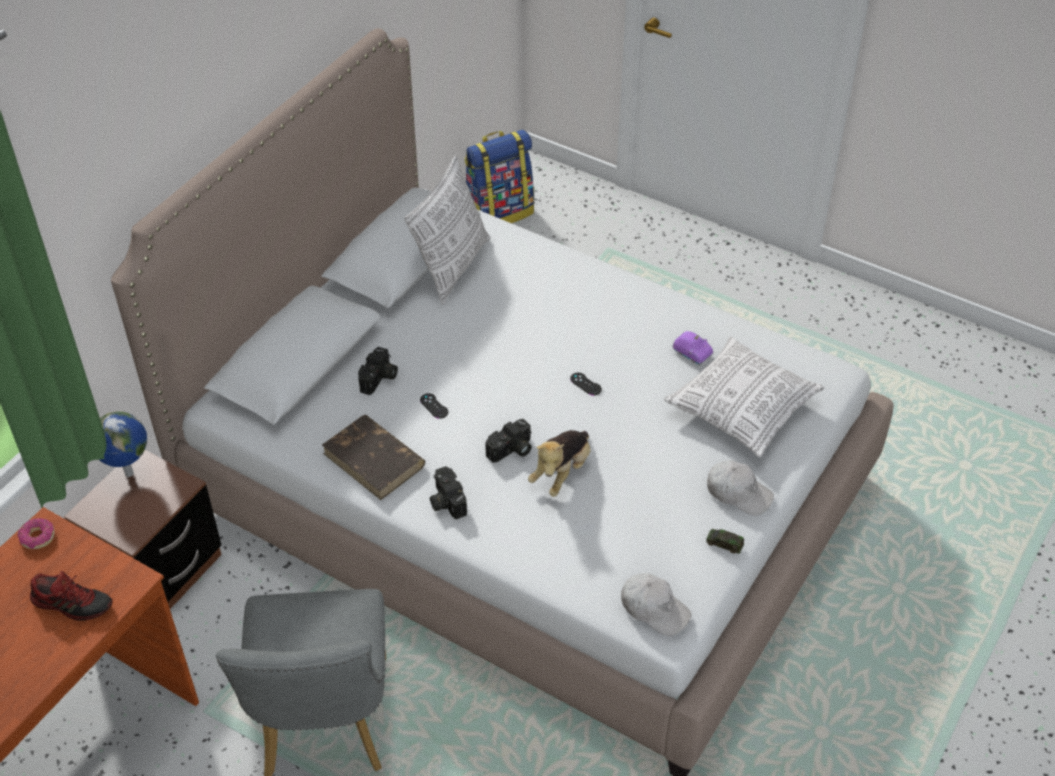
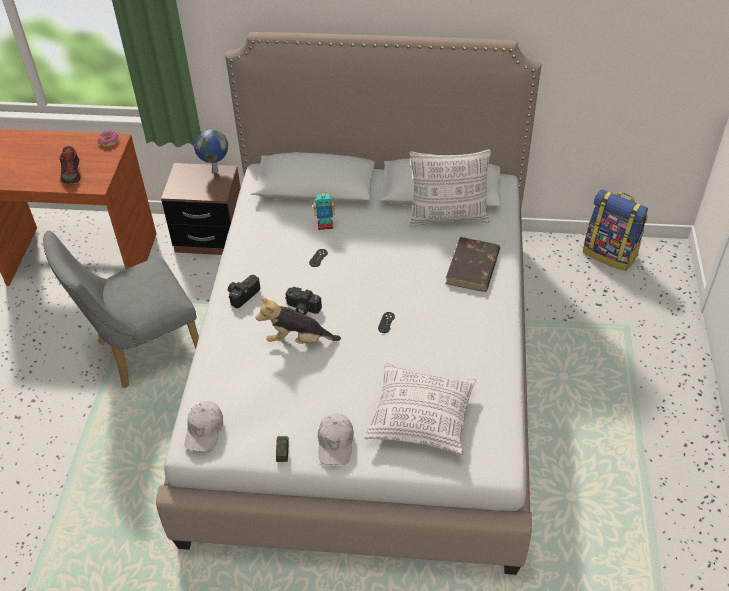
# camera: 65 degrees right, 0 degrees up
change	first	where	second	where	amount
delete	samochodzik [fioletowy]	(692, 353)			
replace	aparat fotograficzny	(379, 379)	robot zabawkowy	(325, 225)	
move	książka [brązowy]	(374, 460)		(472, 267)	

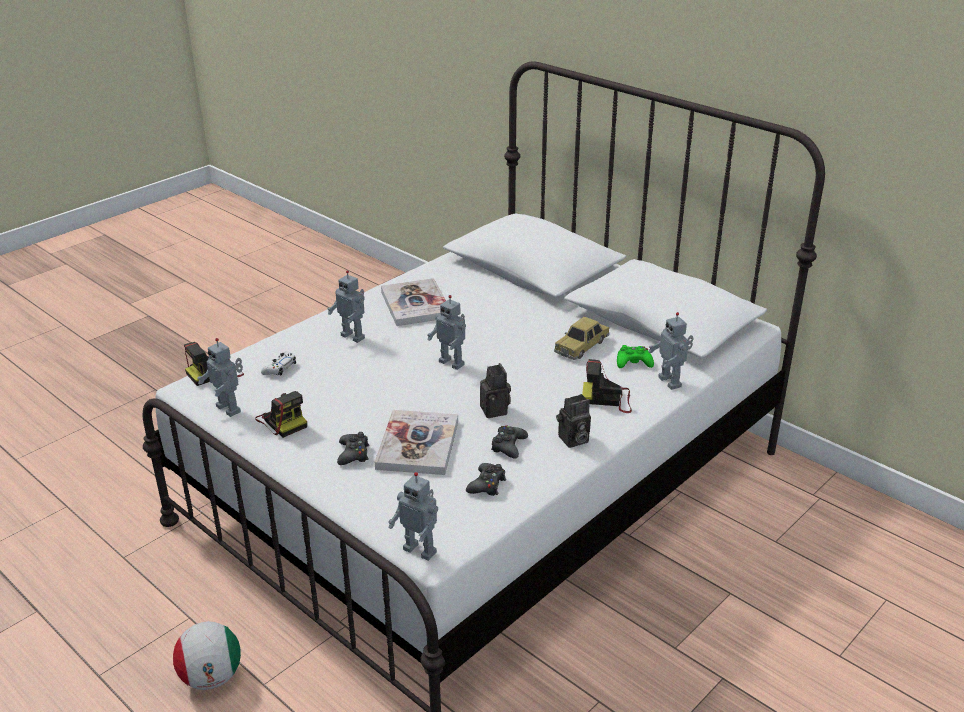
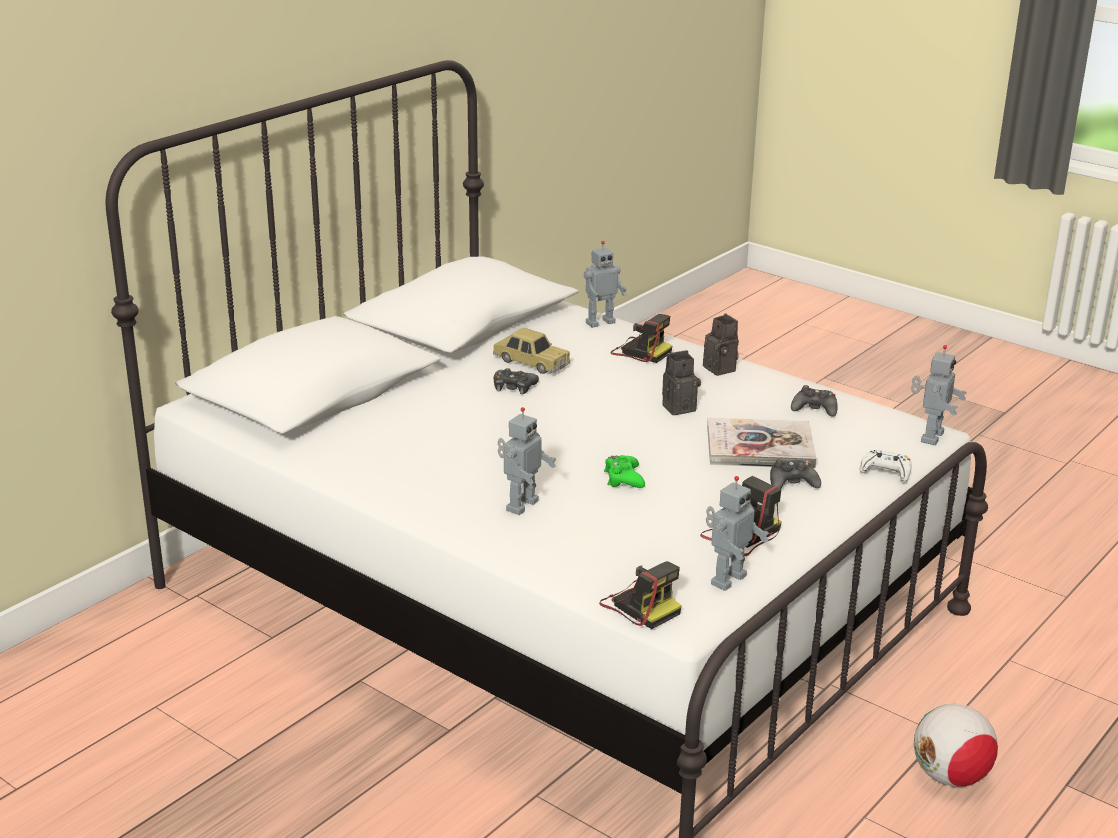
# camera: 95 degrees left, 5 degrees down
change	first	where	second	where	amount
delete	książka	(415, 304)			
delete	robot zabawkowy	(452, 363)			
move	pad do gier [zielony]	(633, 362)		(623, 478)	
move	pad do gier [biały]	(280, 368)		(885, 471)	
rotate	aparat fotograficzny	(608, 399)		(640, 351)	60 degrees counterclockwise
move	pad do gier [czarny]	(508, 446)		(514, 387)	

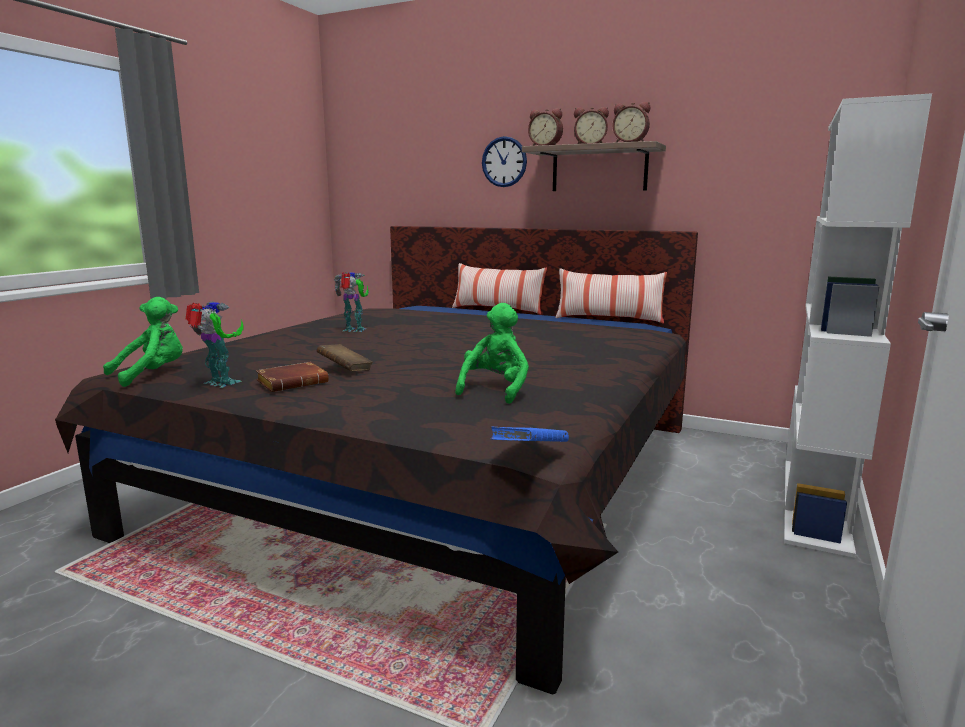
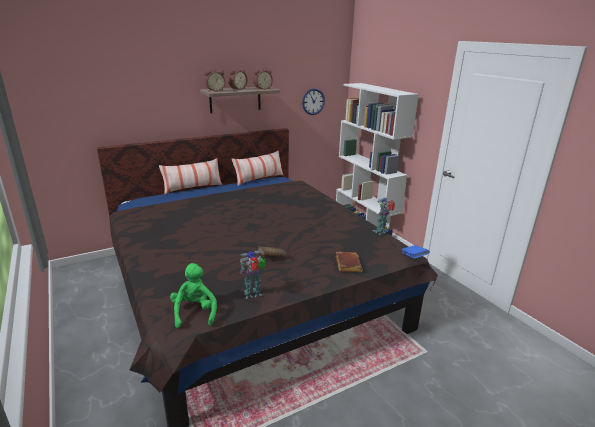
# camera: 55 degrees left, 10 degrees up
change	first	where	second	where	amount
move	zegar ścienny	(504, 162)		(313, 101)	
move	robot zabawkowy	(354, 330)		(381, 231)	
delete	pluszak [zielony]	(495, 389)			
move	książka [brązowy]	(293, 382)		(347, 264)	

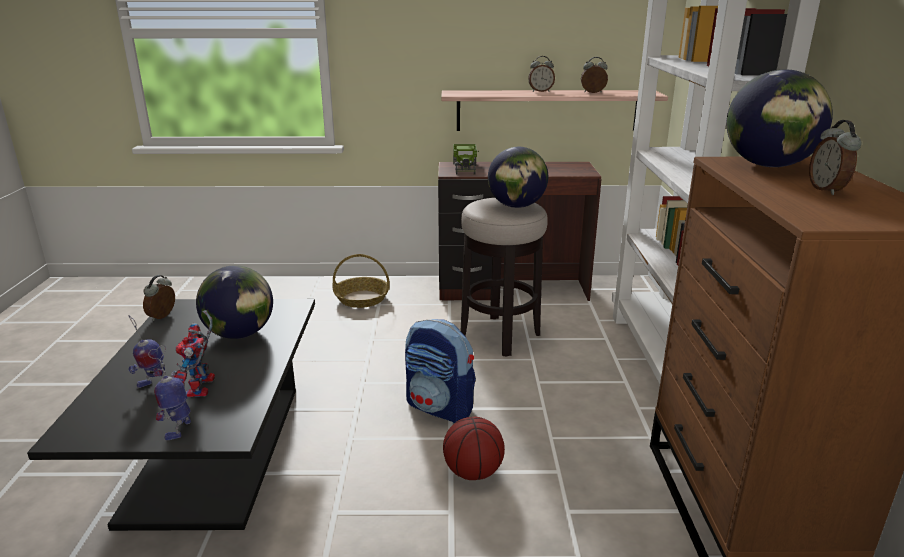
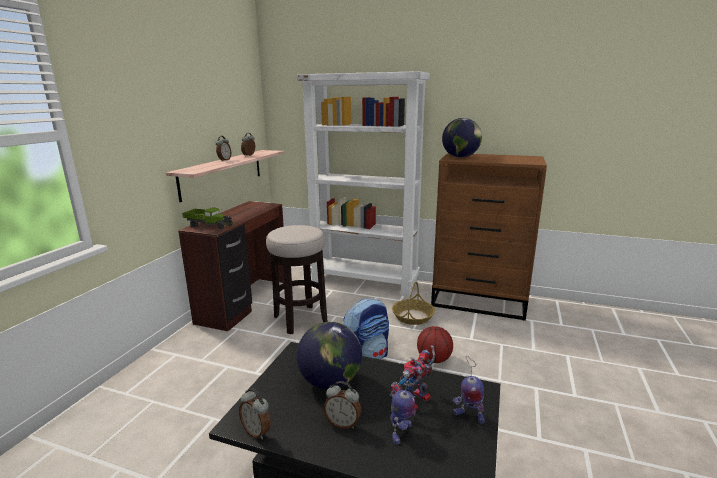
# camera: 70 degrees left, 5 degrees down
change	first	where	second	where	amount
move	budzik	(827, 190)		(343, 423)	
delete	globus	(516, 206)			
move	koszyk	(362, 298)		(412, 316)	
rotate	robot zabawkowy	(202, 389)		(415, 404)	120 degrees clockwise

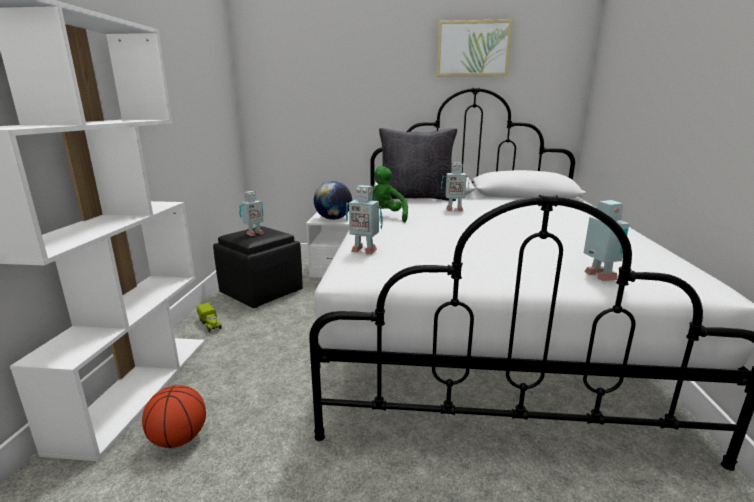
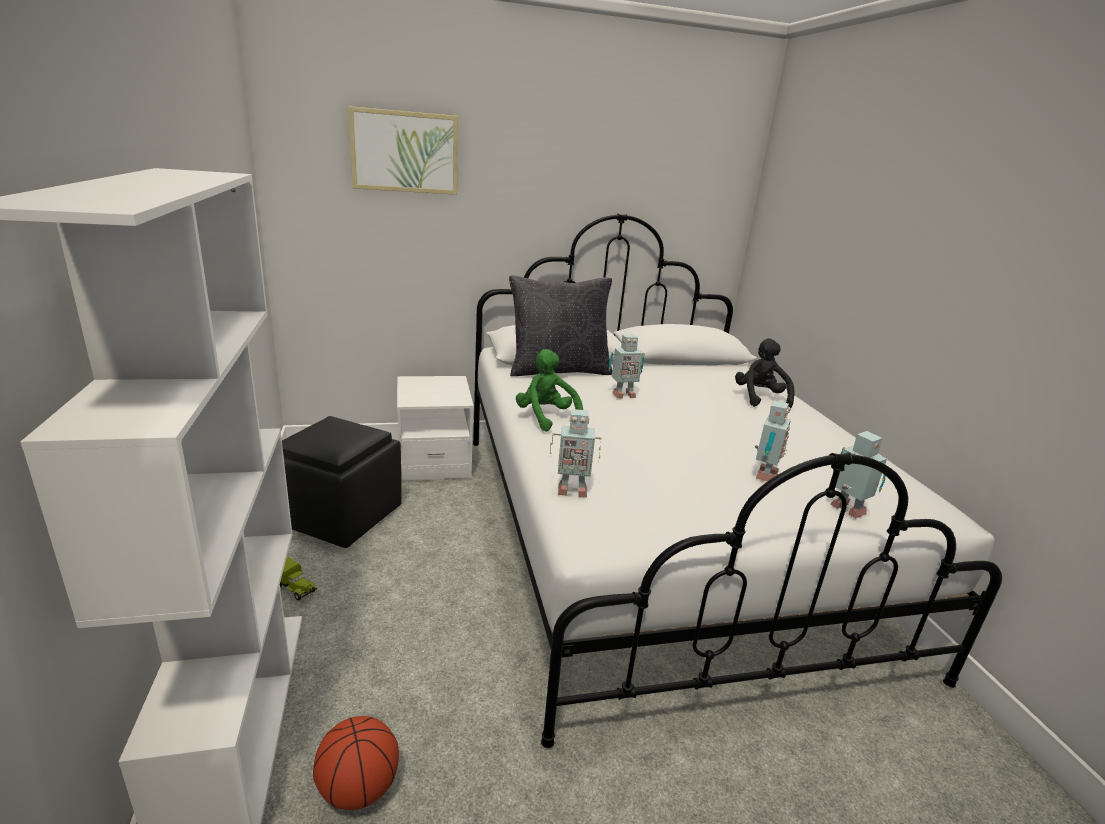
# camera: 20 degrees left, 5 degrees up
change	first	where	second	where	amount
move	obraz	(473, 49)		(405, 152)	
delete	globus	(333, 219)			
move	robot zabawkowy	(253, 234)		(763, 475)	
insert			pluszak [czarny]	(760, 398)	

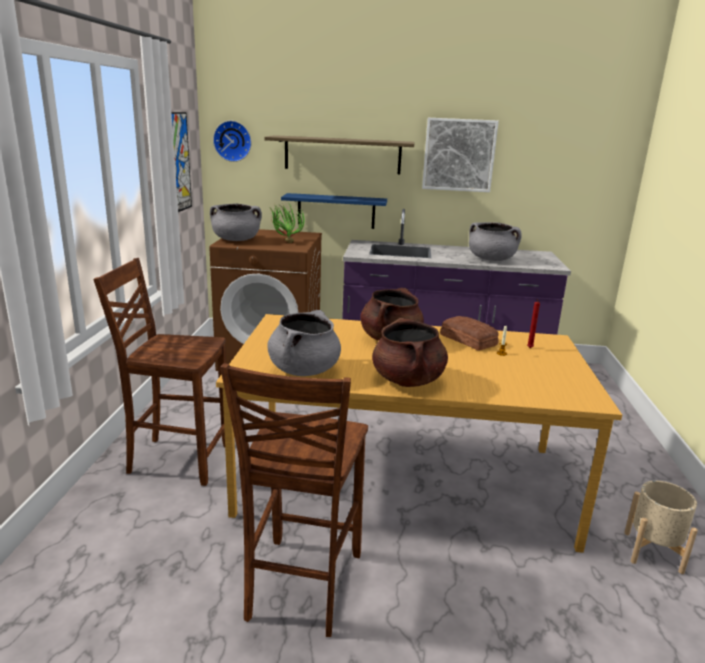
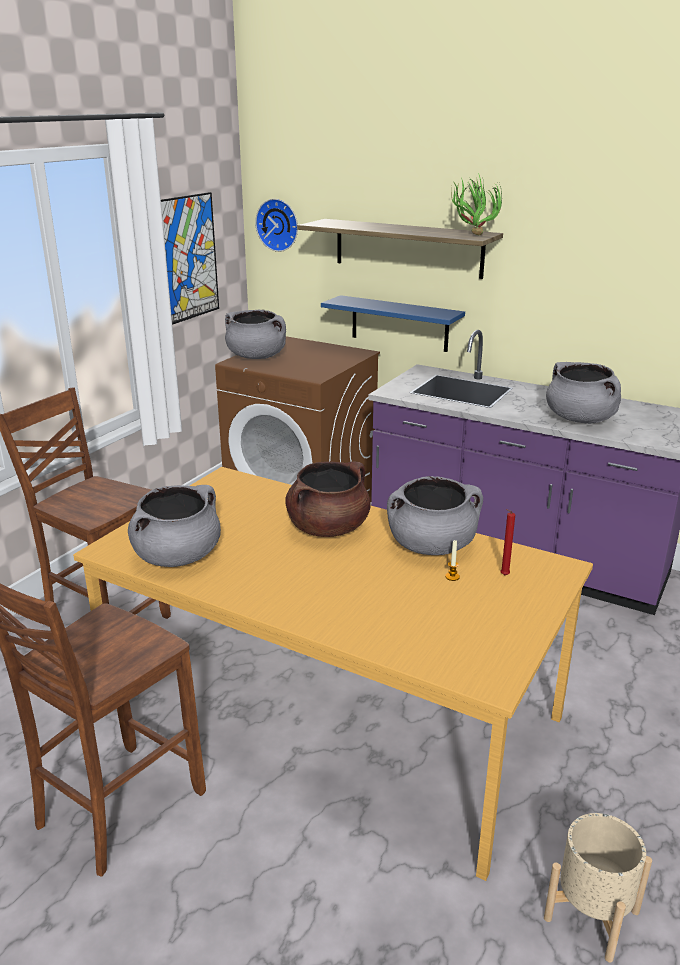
# camera: 25 degrees right, 5 degrees up
change	first	where	second	where	amount
delete	obraz	(459, 155)			
move	roślina doniczkowa	(285, 242)		(471, 234)	
replace	chleb	(468, 339)	garnek [szary]	(431, 546)	
delete	garnek [brązowy]	(408, 380)			

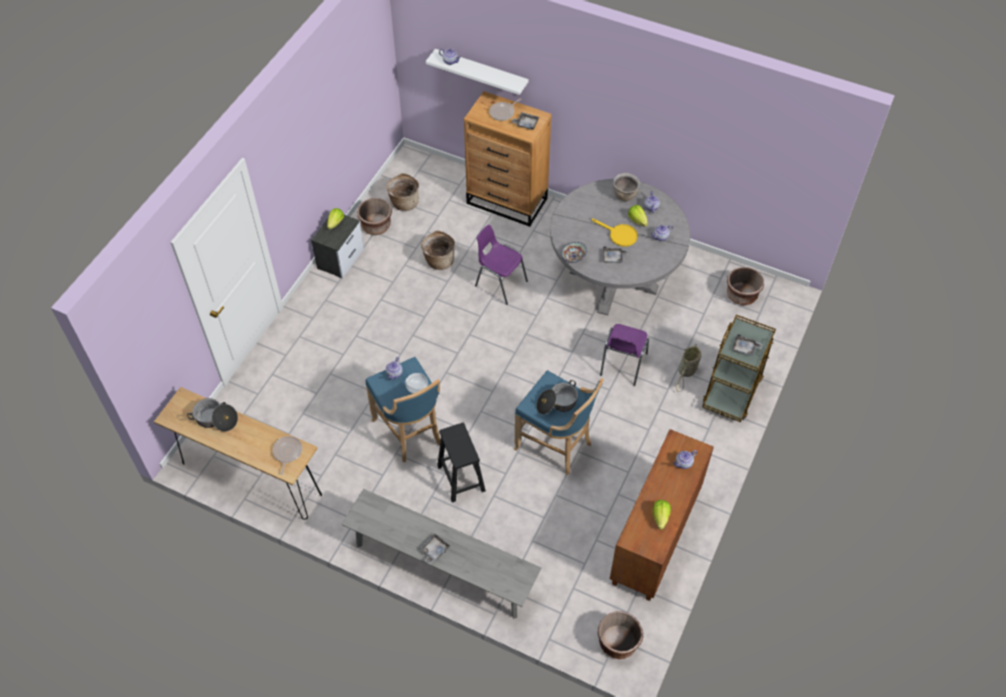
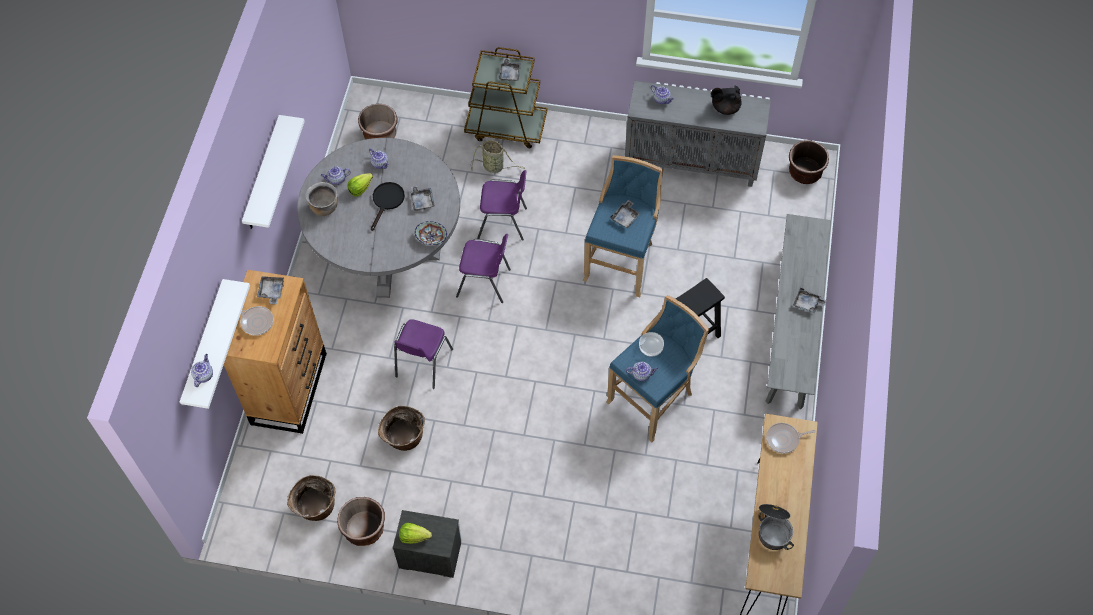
# camera: 105 degrees left, 5 degrees up
change	first	where	second	where	amount
recolor	patelnia [żółty]	(619, 235)	patelnia [czarny]	(387, 201)	
replace	garnek	(557, 403)	taca [szary]	(625, 217)	
recolor	szafka [brązowy]	(656, 538)	szafka [szary]	(692, 162)	
replace	sałata	(660, 517)	imbryk [czarny]	(724, 107)	
insert			półka [biały]	(263, 175)	
insert			krzesło [fioletowy]	(485, 283)	

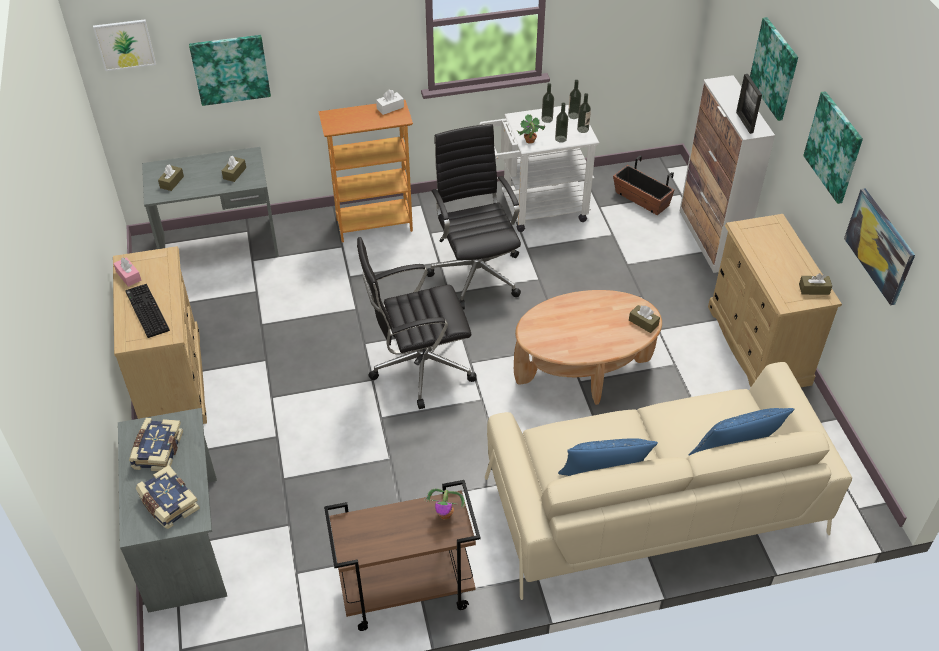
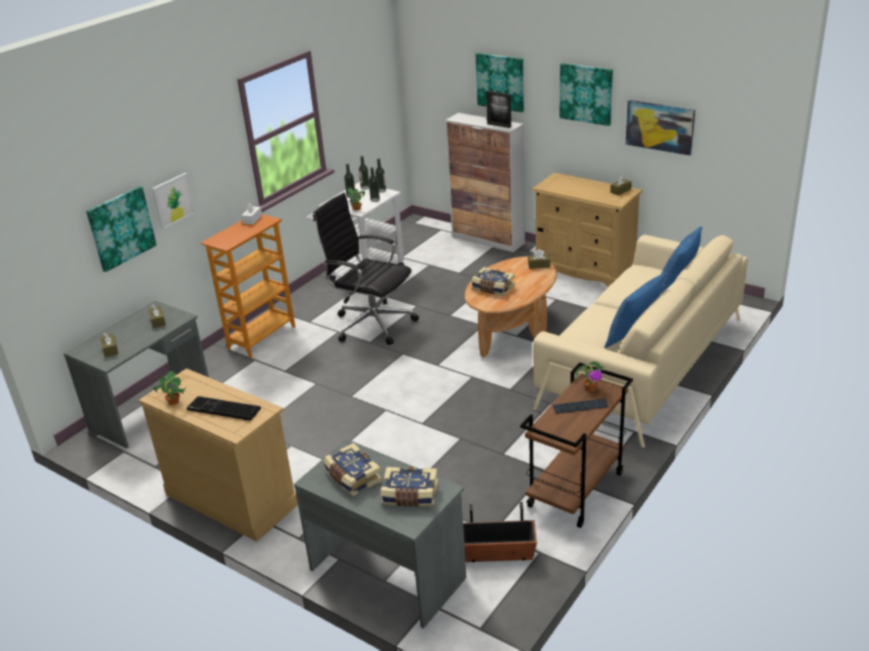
# camera: 40 degrees left, 15 degrees down
change	first	where	second	where	amount
move	obraz	(125, 44)		(173, 200)	
move	donica	(641, 199)		(498, 552)	
delete	krzesło biurowe [czarny]	(419, 367)			
replace	pudełko chusteczek [różowy]	(128, 276)	roślina doniczkowa	(173, 402)	
insert			książka	(493, 288)	
insert			klawiatura	(580, 407)	

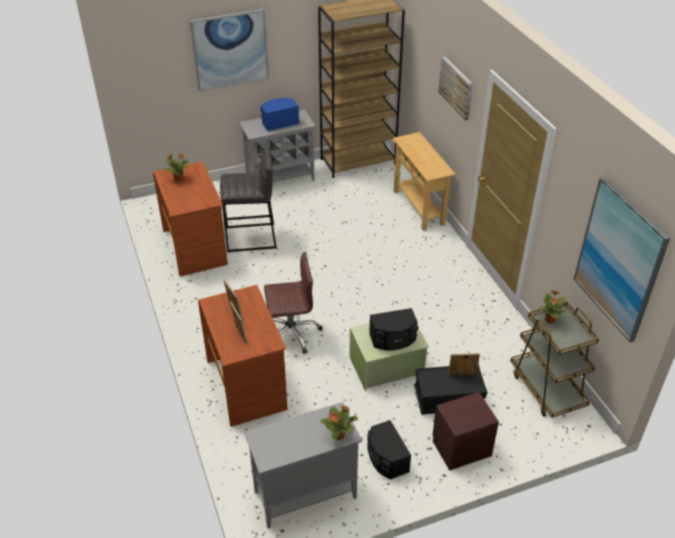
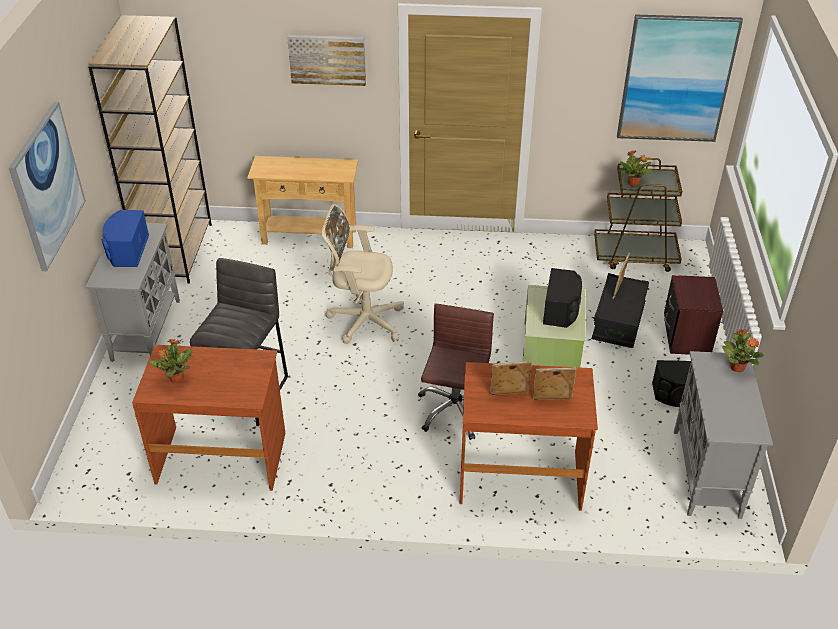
# camera: 65 degrees left, 0 degrees up
change	first	where	second	where	amount
insert			krzesło biurowe [beżowy]	(363, 320)	

